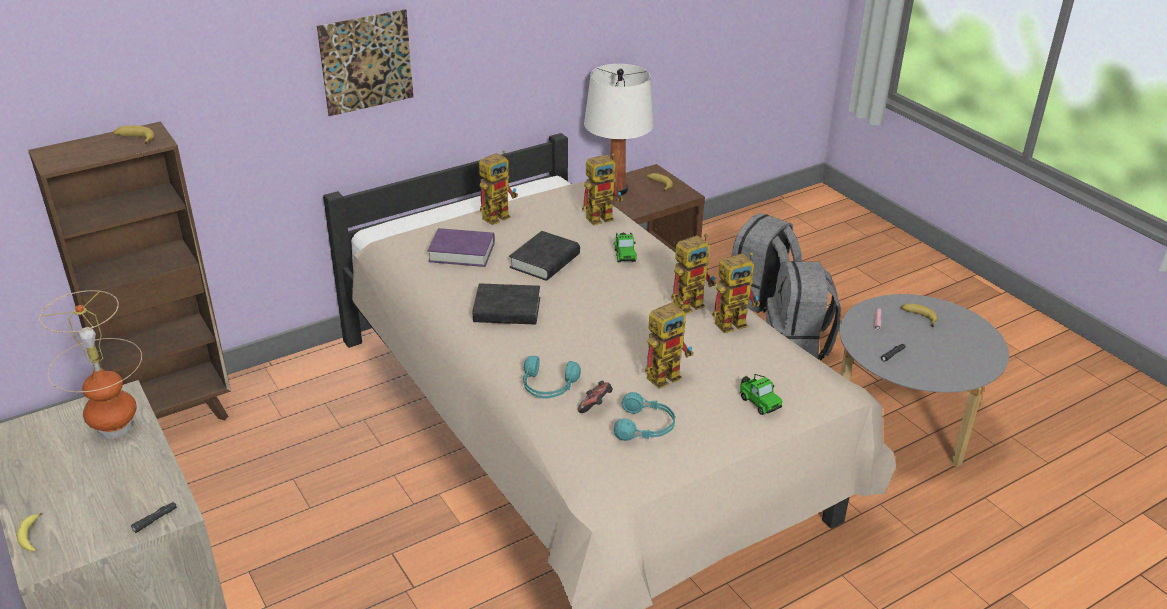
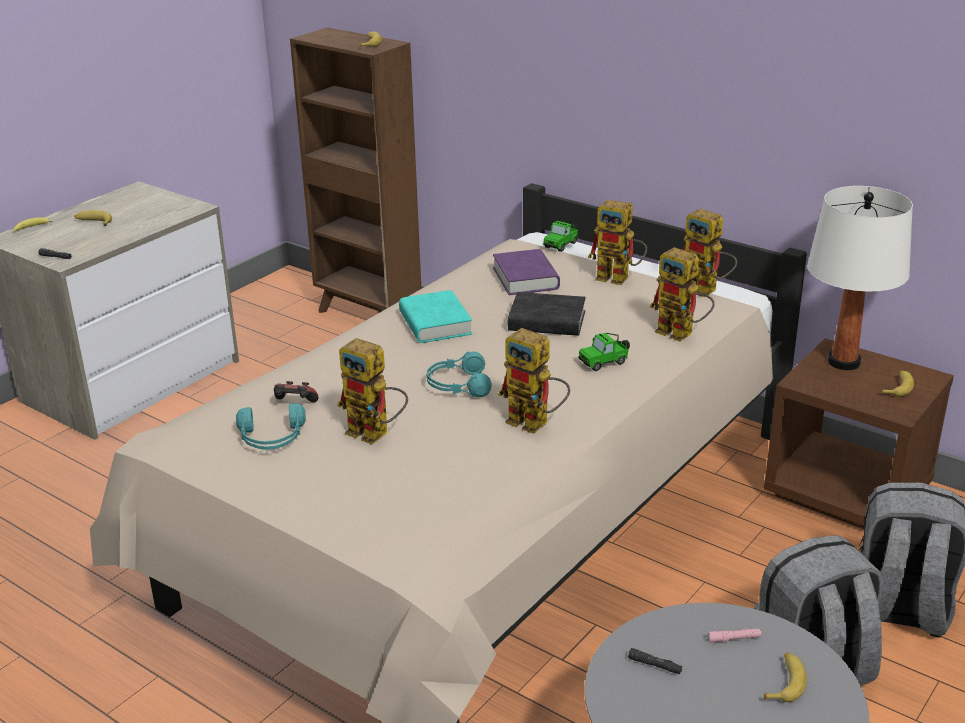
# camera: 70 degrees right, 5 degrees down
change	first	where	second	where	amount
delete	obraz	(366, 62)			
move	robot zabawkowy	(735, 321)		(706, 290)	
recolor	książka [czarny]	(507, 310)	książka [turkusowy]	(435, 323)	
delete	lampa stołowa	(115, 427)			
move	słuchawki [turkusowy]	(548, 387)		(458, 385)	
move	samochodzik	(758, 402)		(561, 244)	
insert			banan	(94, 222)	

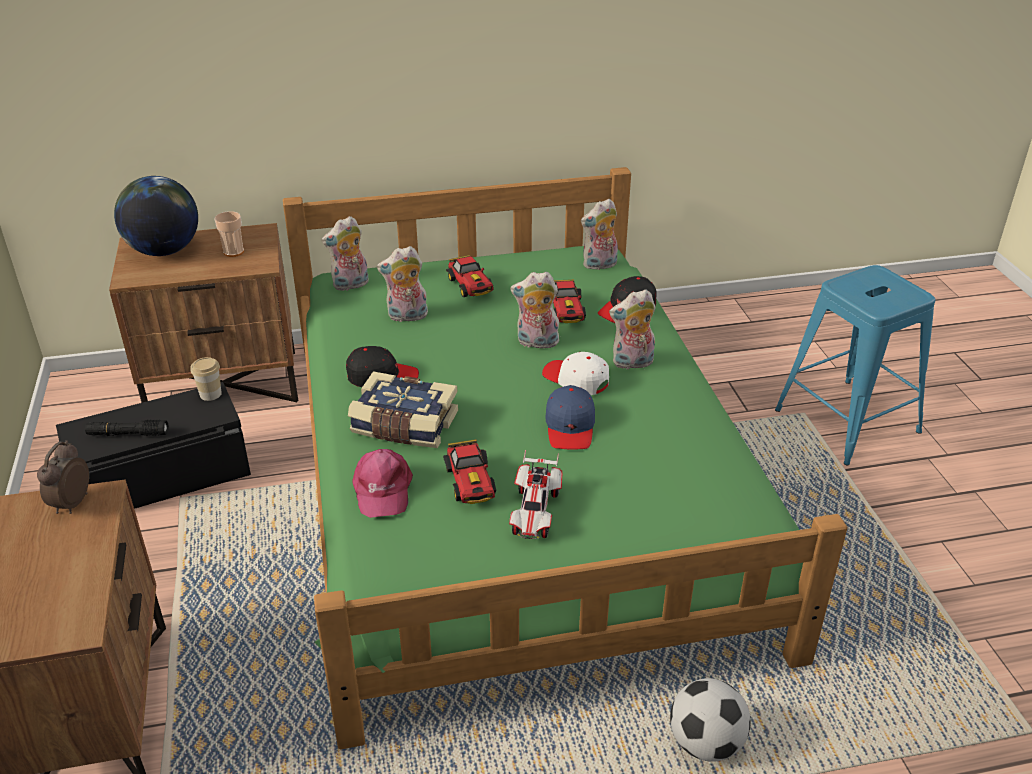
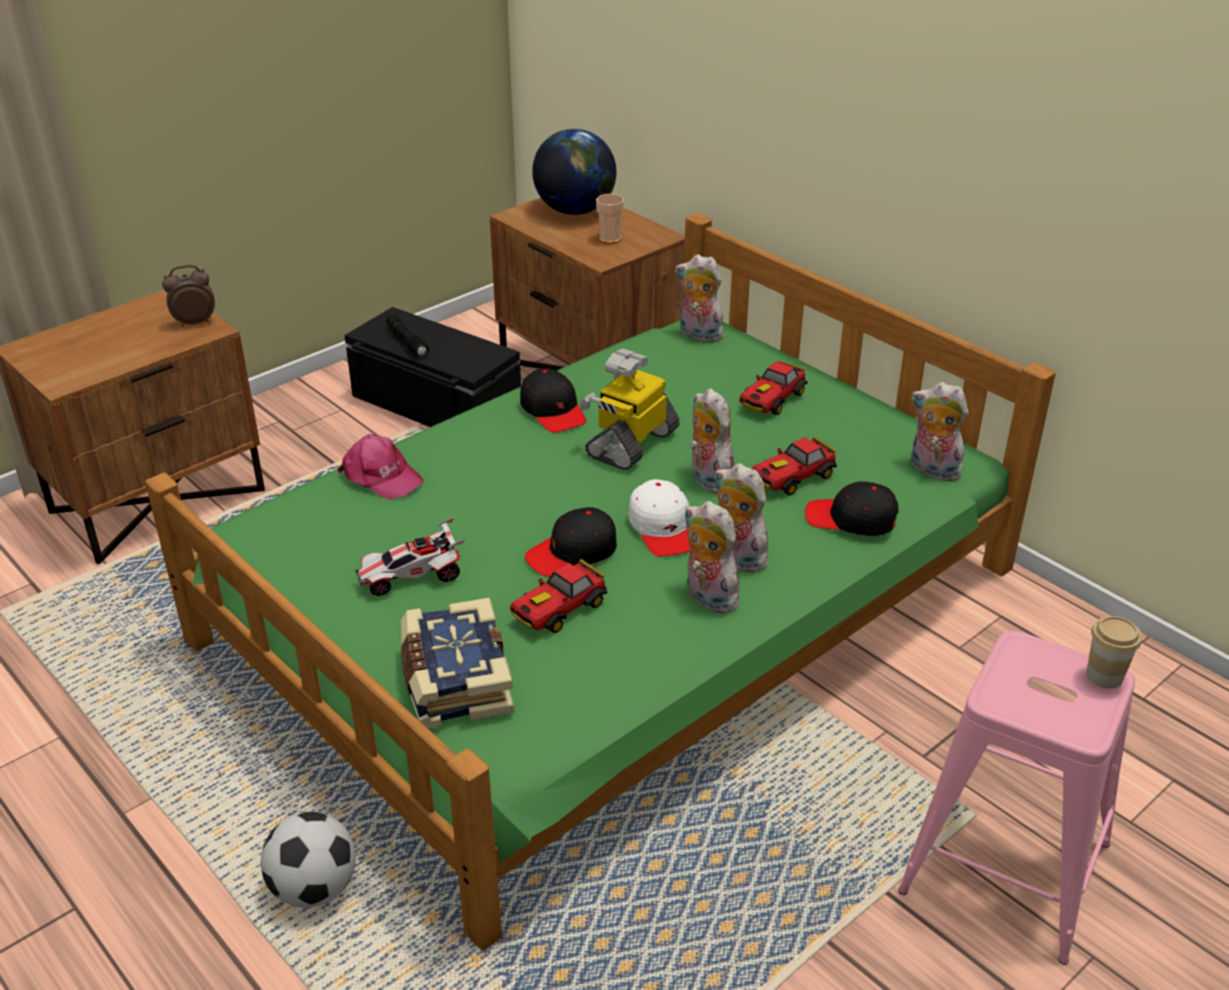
# camera: 60 degrees right, 0 degrees up
change	first	where	second	where	amount
move	pluszak	(407, 317)		(707, 597)	
recolor	stołek [niebieski]	(847, 420)	stołek [różowy]	(1006, 867)	
rotate	czapka z daszkiem [biały]	(576, 380)		(663, 528)	150 degrees clockwise
move	filiżanka	(210, 394)		(1104, 676)	
move	książka	(404, 426)		(454, 680)	
recolor	czapka z daszkiem [niebieski]	(570, 427)	czapka z daszkiem [czarny]	(572, 553)	
move	samochodzik	(470, 484)		(558, 610)	
rotate	czapka z daszkiem [różowy]	(382, 489)		(381, 476)	105 degrees counterclockwise
insert			robot zabawkowy	(631, 443)	

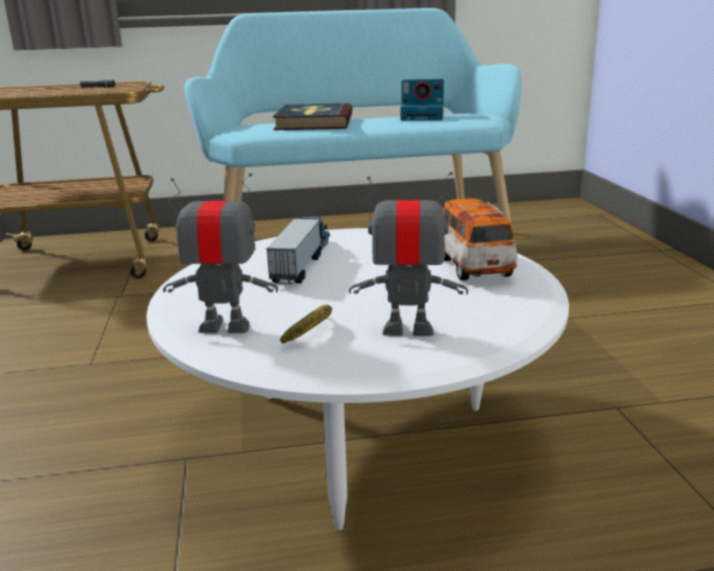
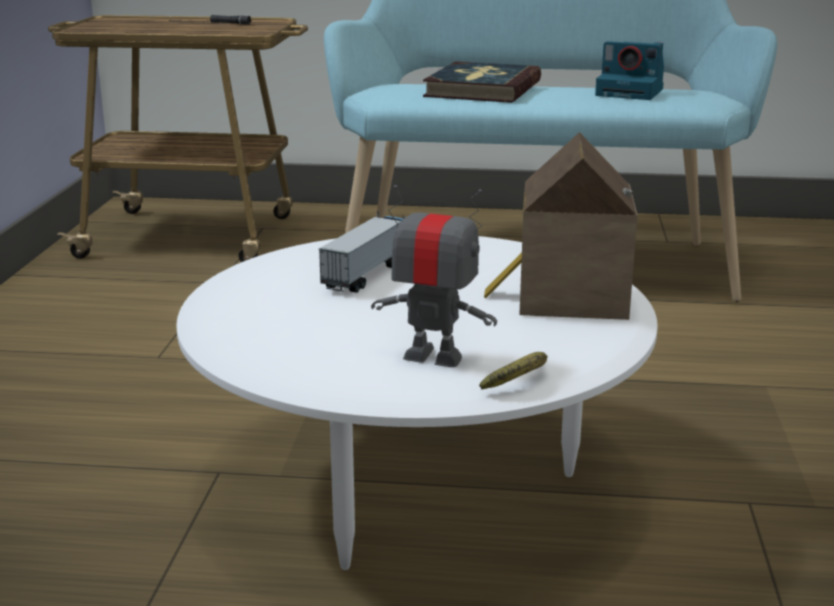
# camera: 15 degrees right, 0 degrees up
change	first	where	second	where	amount
delete	robot zabawkowy	(225, 327)			
replace	samochodzik	(473, 266)	domek	(565, 298)	
move	banan	(313, 332)		(520, 381)	

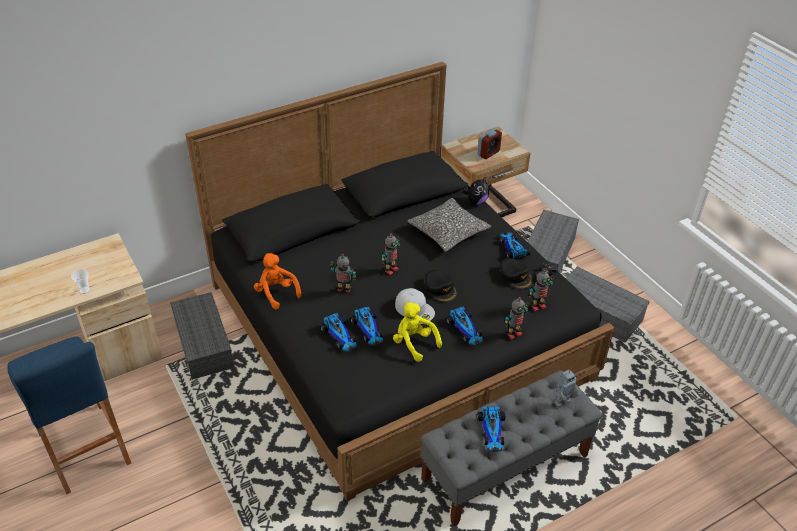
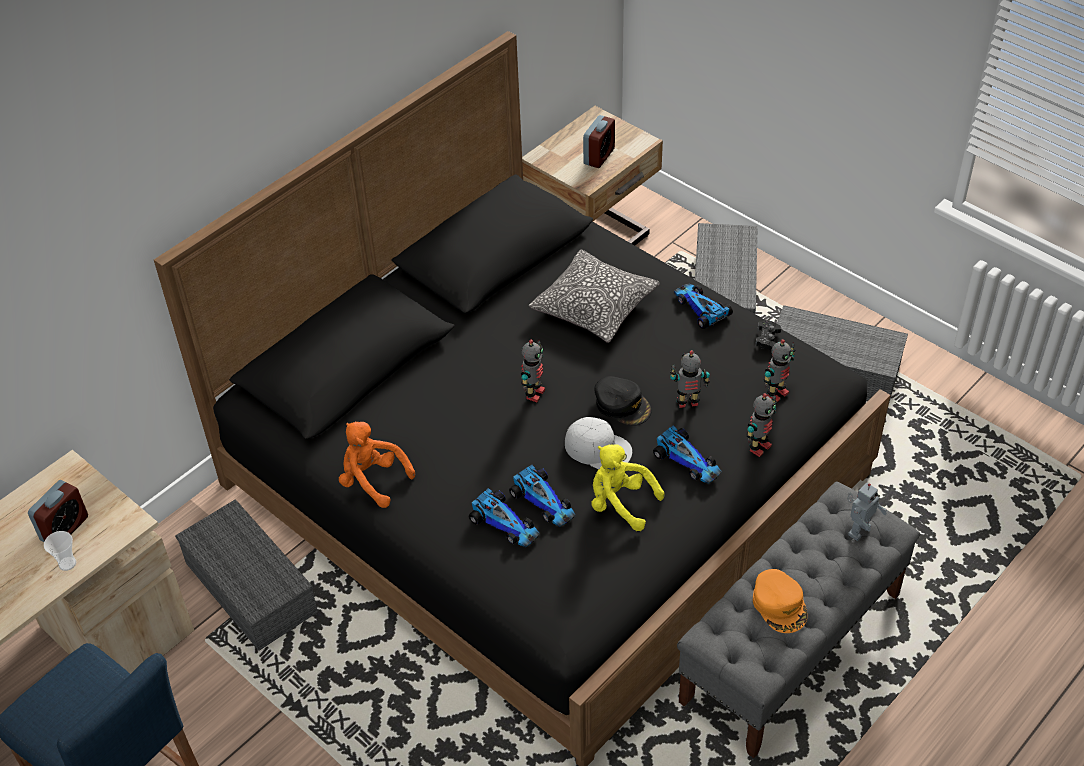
# camera: 15 degrees left, 5 degrees up
change	first	where	second	where	amount
delete	pluszak	(476, 202)			
move	robot zabawkowy	(344, 290)		(688, 403)	
delete	czapka z daszkiem [czarny]	(515, 276)			
replace	samochodzik	(492, 431)	czapka z daszkiem [pomarańczowy]	(780, 605)	
insert			budzik	(64, 528)	

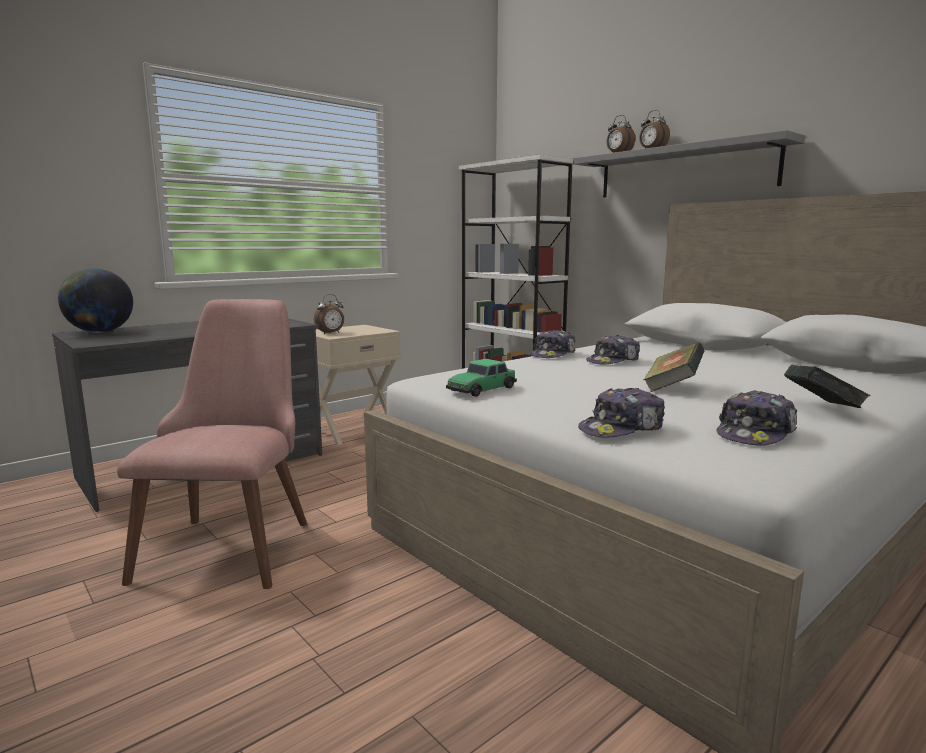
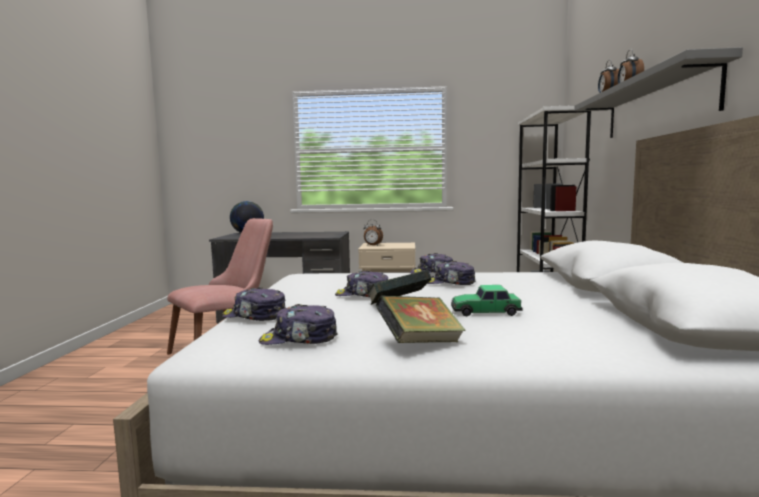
# camera: 45 degrees right, 5 degrees down
change	first	where	second	where	amount
move	samochodzik	(481, 389)		(485, 311)	
insert			czapka z daszkiem	(363, 295)	

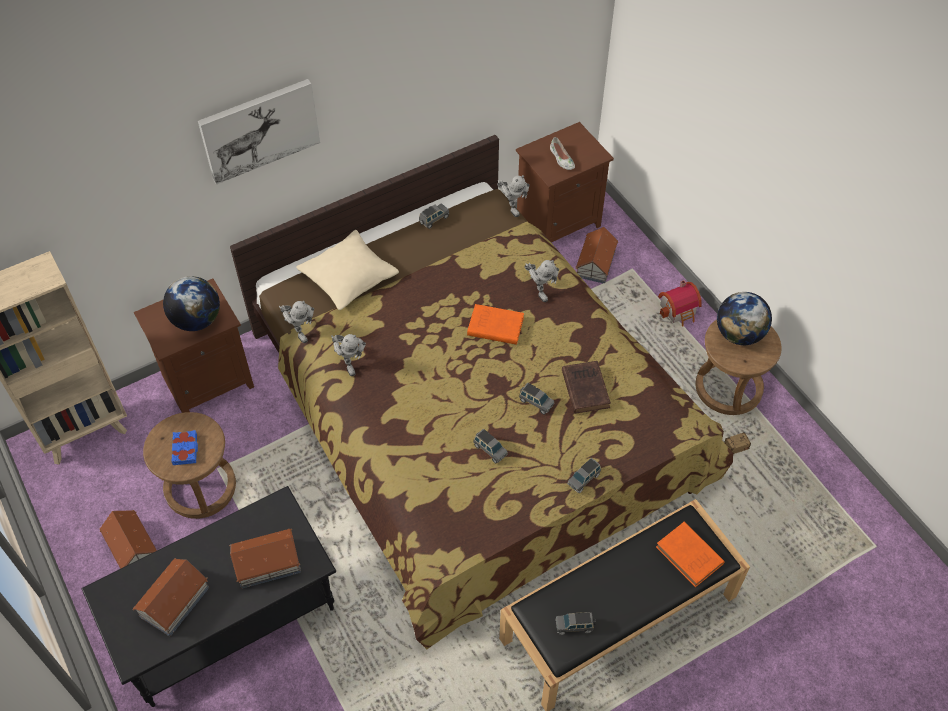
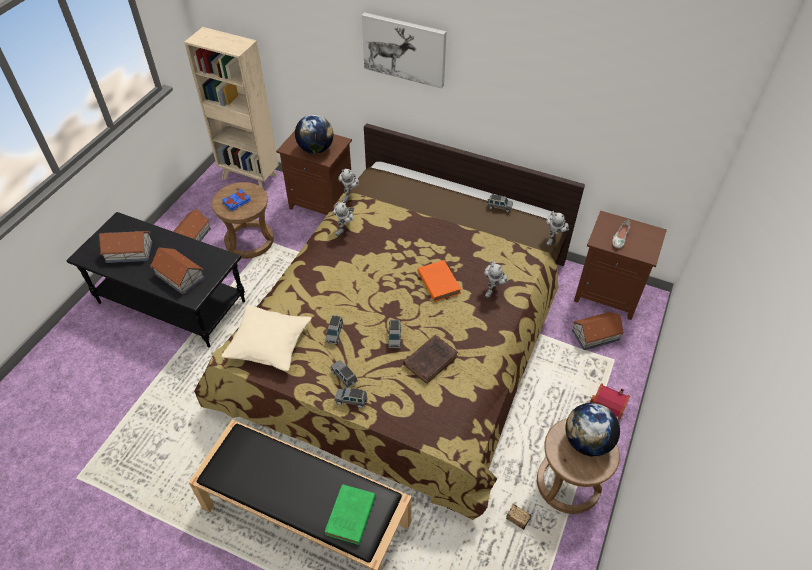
# camera: 55 degrees right, 5 degrees down
change	first	where	second	where	amount
move	poduszka [beżowy]	(349, 278)		(269, 344)	
recolor	książka [pomarańczowy]	(690, 557)	książka [zielony]	(350, 517)	
move	samochodzik [szary]	(574, 626)		(344, 377)	

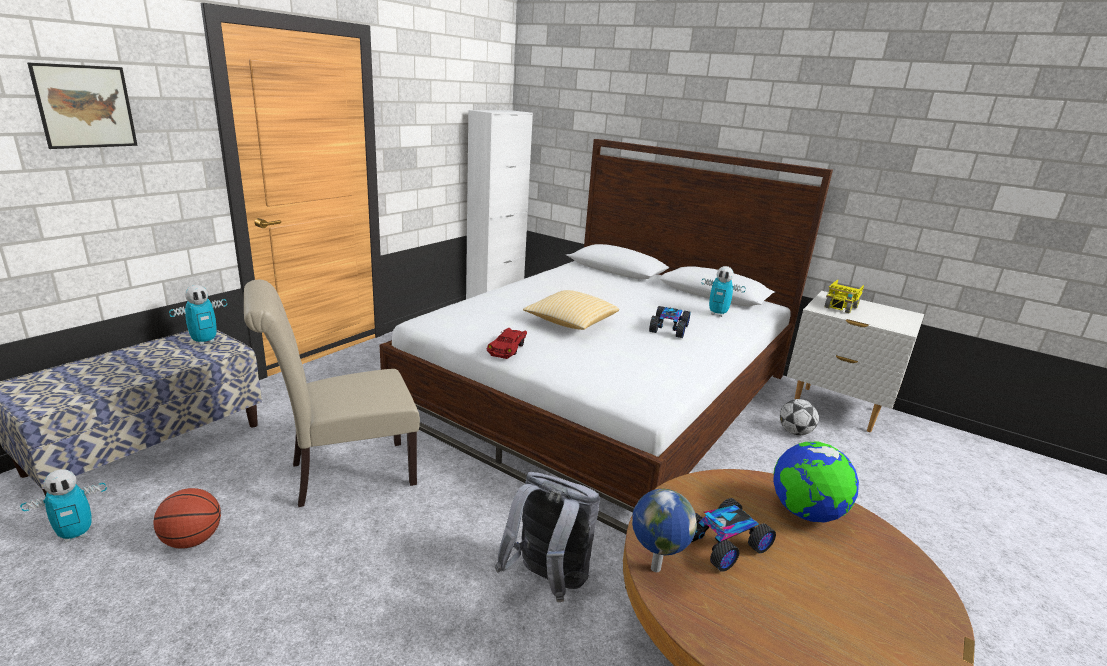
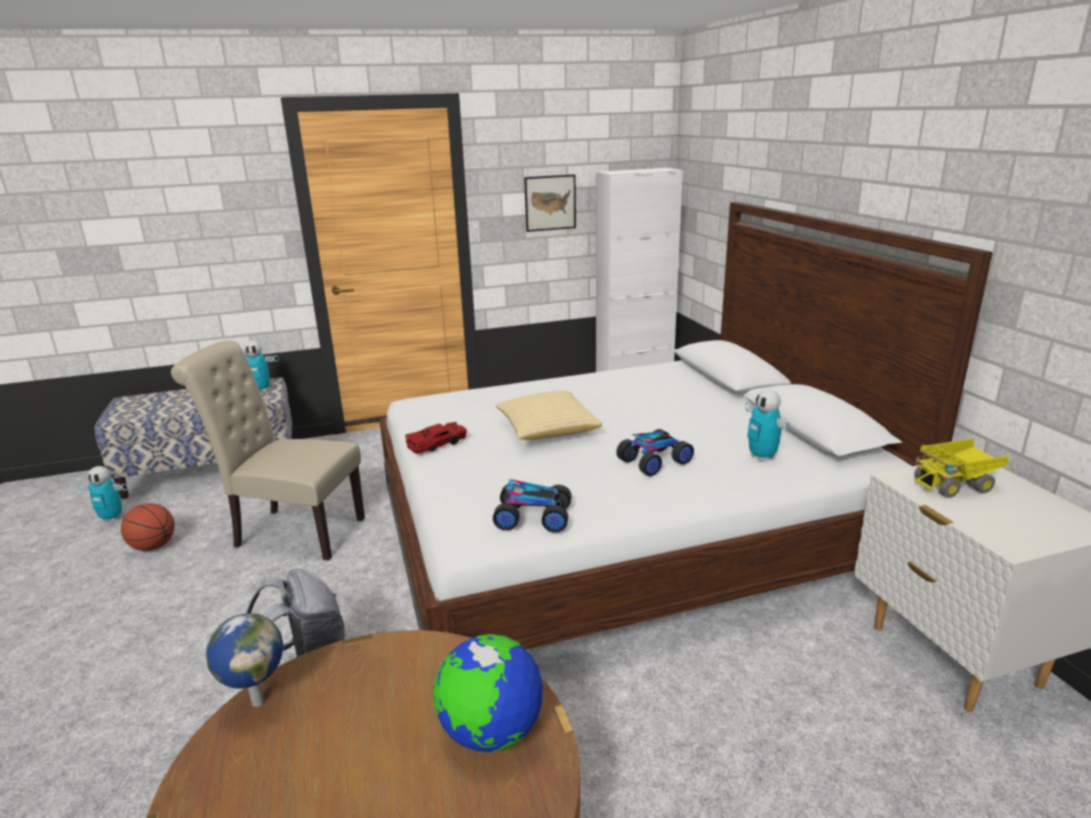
# camera: 40 degrees right, 0 degrees up
change	first	where	second	where	amount
move	obraz	(85, 106)		(550, 203)	
delete	piłka futbolowa	(795, 432)			
move	samochodzik	(725, 544)		(533, 518)	

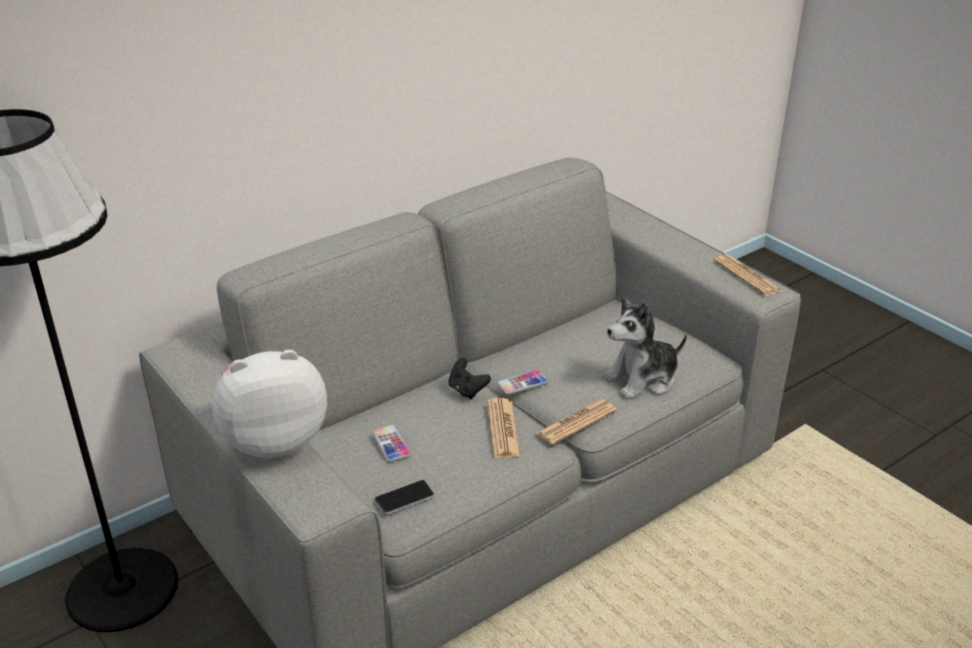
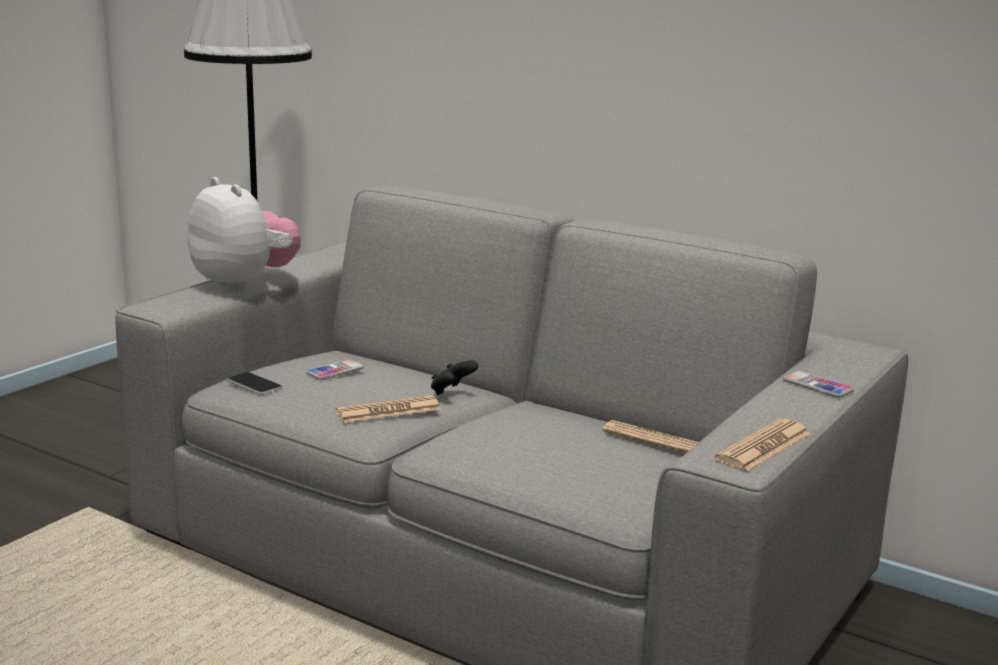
# camera: 70 degrees right, 15 degrees down
change	first	where	second	where	amount
delete	pluszak	(642, 379)			
move	telefon	(523, 383)		(817, 386)	
move	gazeta	(576, 422)		(655, 440)	

